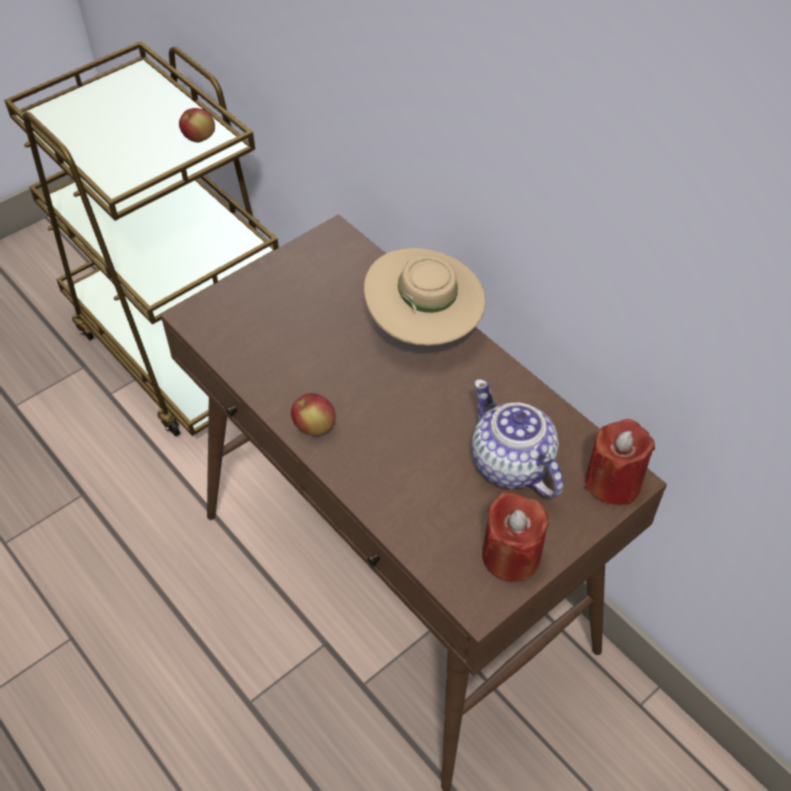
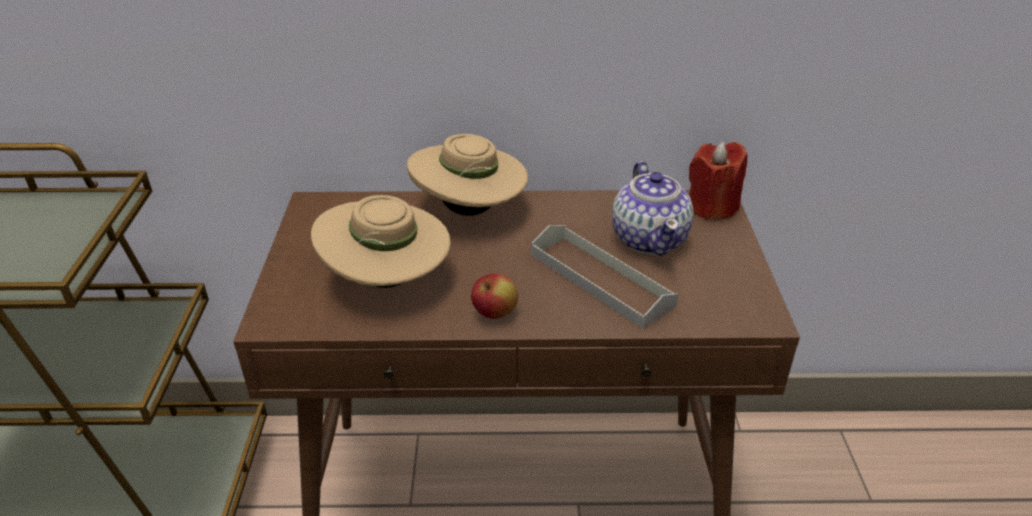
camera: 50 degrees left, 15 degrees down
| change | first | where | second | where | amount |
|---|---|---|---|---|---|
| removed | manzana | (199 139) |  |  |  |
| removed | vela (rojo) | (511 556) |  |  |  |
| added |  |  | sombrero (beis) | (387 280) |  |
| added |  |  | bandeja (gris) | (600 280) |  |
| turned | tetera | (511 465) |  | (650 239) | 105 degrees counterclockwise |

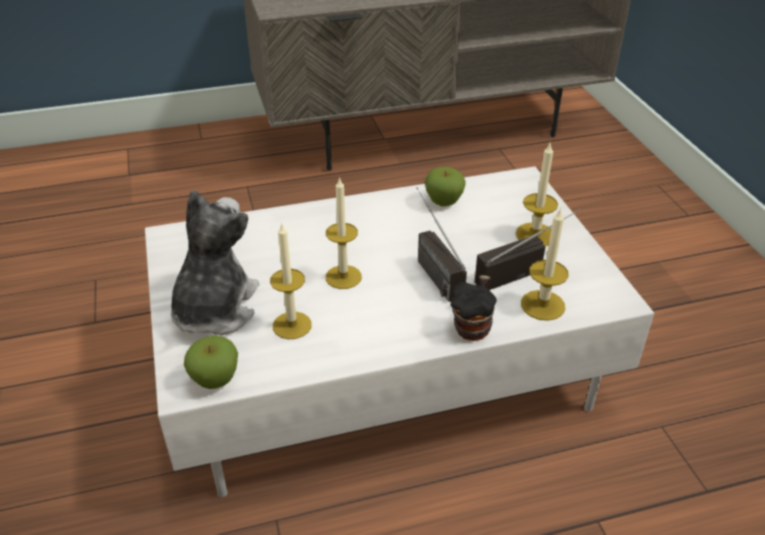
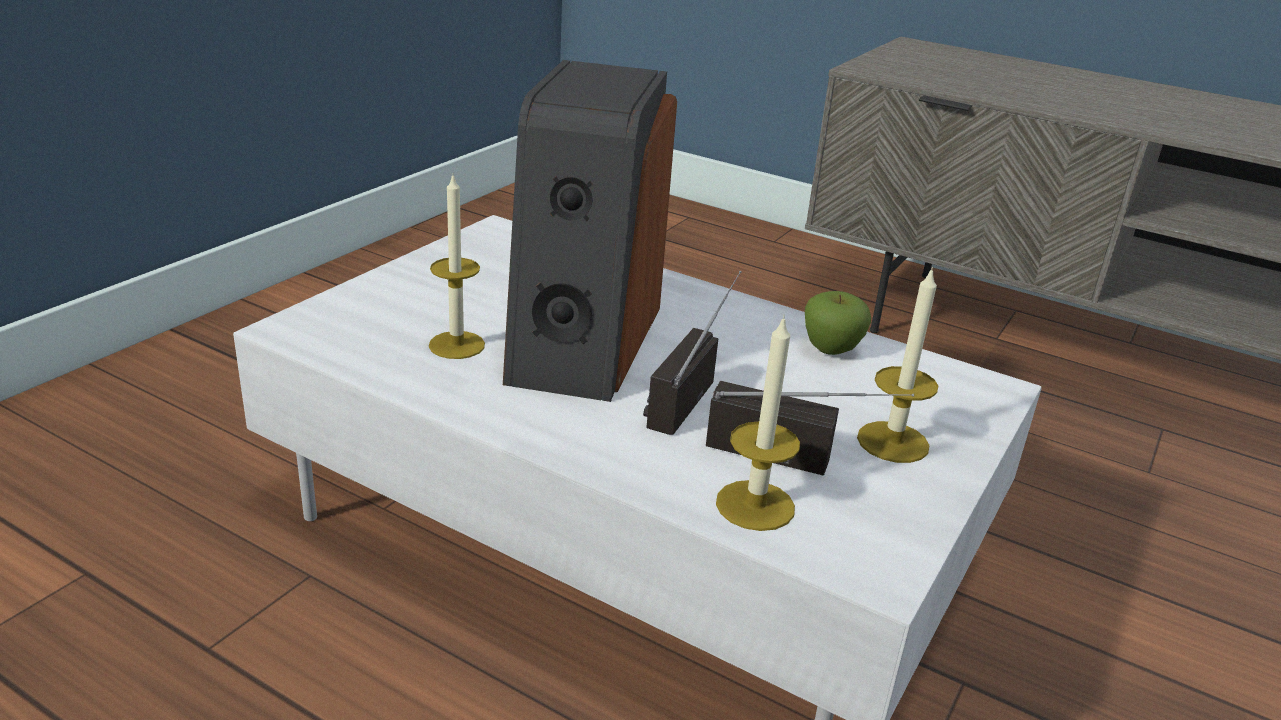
camera: 45 degrees right, 10 degrees down
| change | first | where | second | where | amount |
|---|---|---|---|---|---|
| removed | peluche | (214 309) |  |  |  |
| removed | manzana | (215 380) |  |  |  |
| removed | taza grande | (474 325) |  |  |  |
| replaced | vela | (343 277) | altavoz | (582 342) |  |

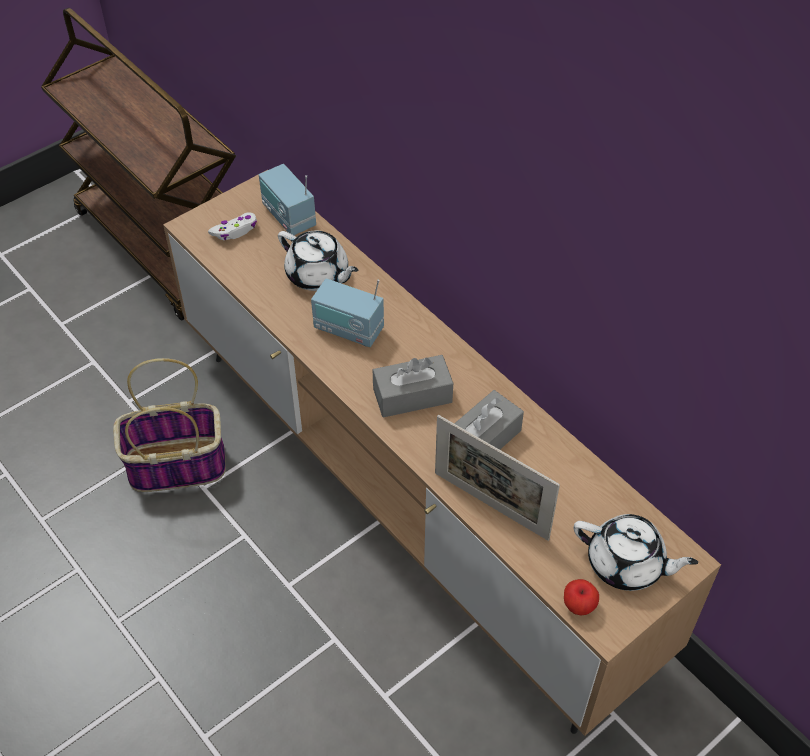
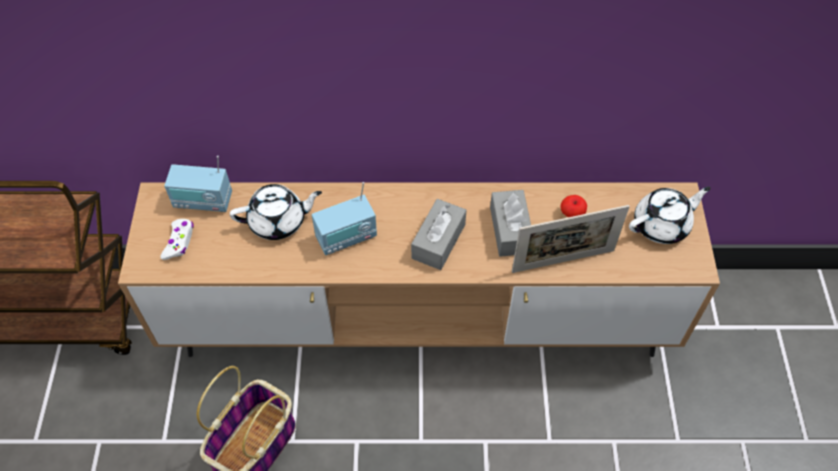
camera: 50 degrees left, 5 degrees up
| change | first | where | second | where | amount |
|---|---|---|---|---|---|
| moved | manzana | (579 605) |  | (572 214) |  |

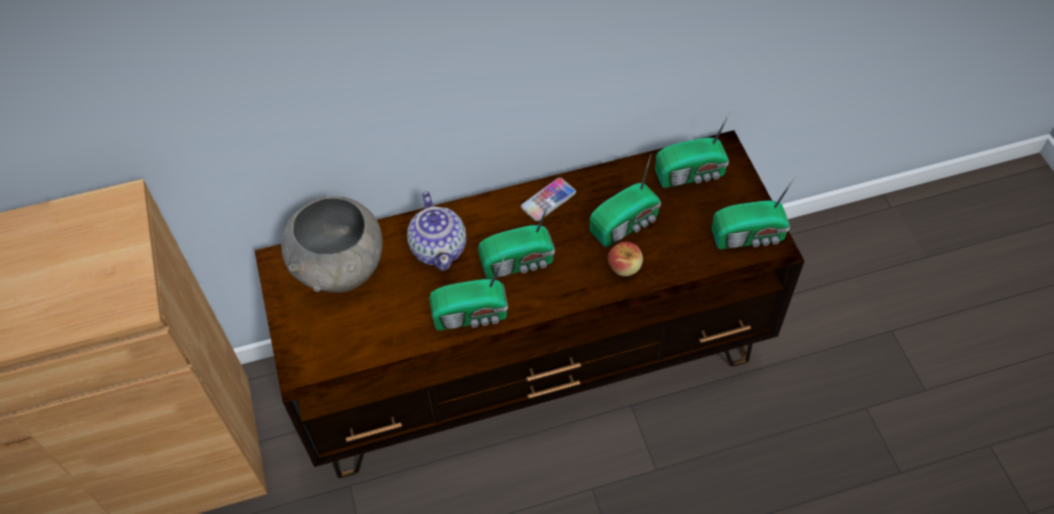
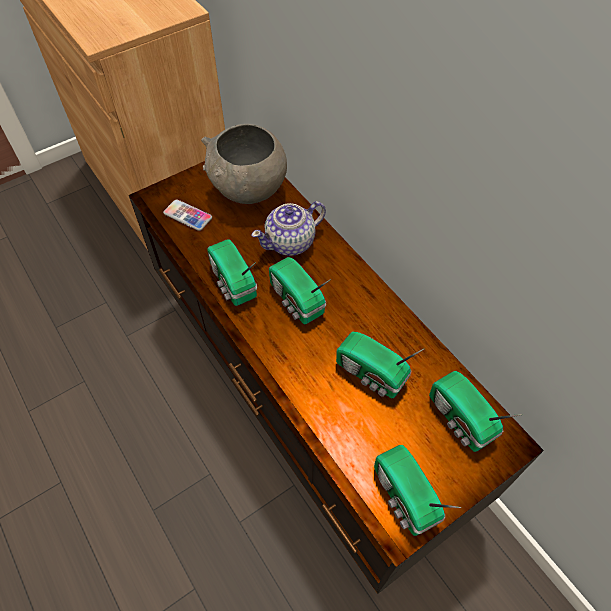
camera: 70 degrees right, 0 degrees up
| change | first | where | second | where | amount |
|---|---|---|---|---|---|
| removed | manzana | (625 267) |  |  |  |
| moved | móvil | (548 200) |  | (188 216) |  |

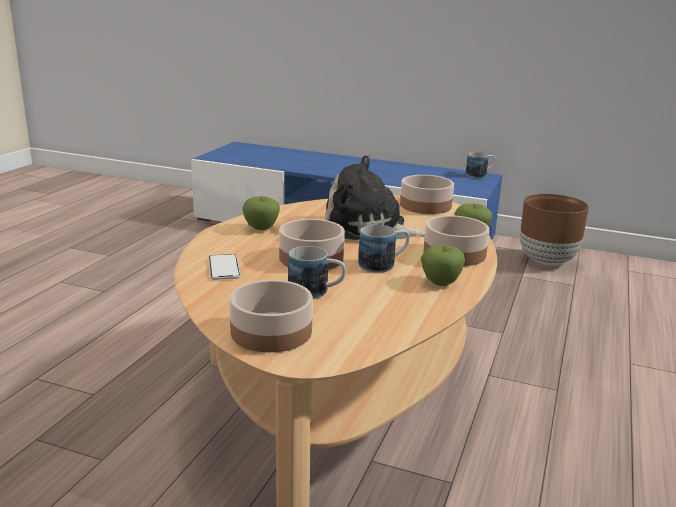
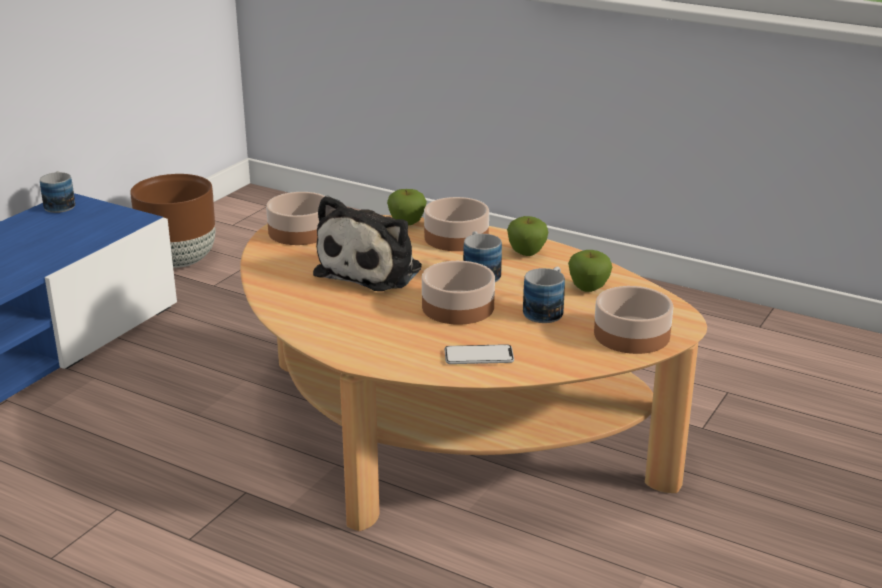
camera: 80 degrees left, 5 degrees up
| change | first | where | second | where | amount |
|---|---|---|---|---|---|
| moved | manzana | (261 228) |  | (588 288) |  |

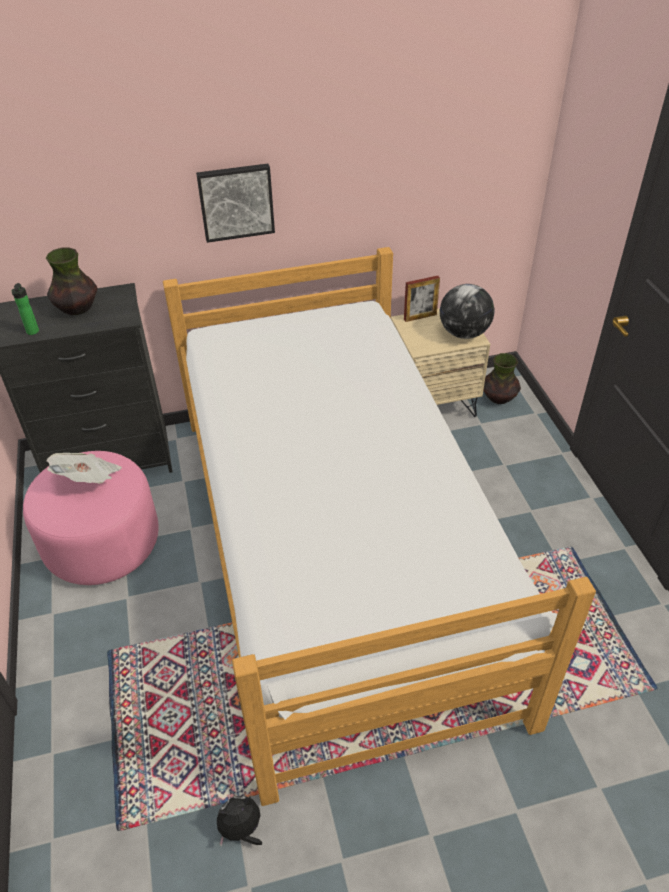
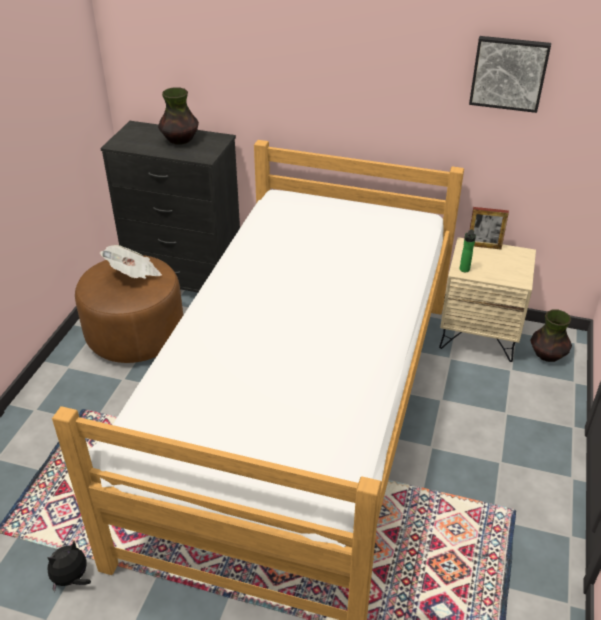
camera: 30 degrees right, 5 degrees down
| change | first | where | second | where | amount |
|---|---|---|---|---|---|
| removed | globo terráqueo | (464 333) |  |  |  |
| moved | botella | (32 332) |  | (464 270) |  |
| moved | cuadro | (236 201) |  | (509 73) |  |
| recoloured | puf (rosa) | (102 543) | puf (marrón) | (135 335) |  |
| turned | peluche | (241 830) |  | (72 579) | 45 degrees counterclockwise |

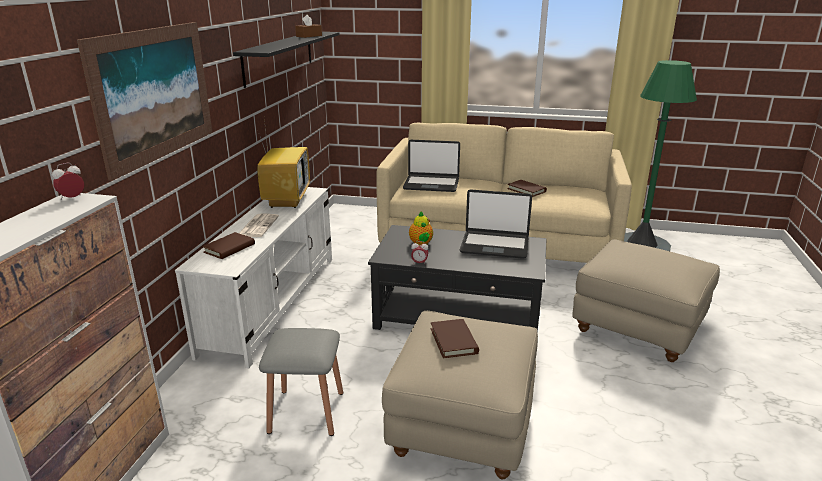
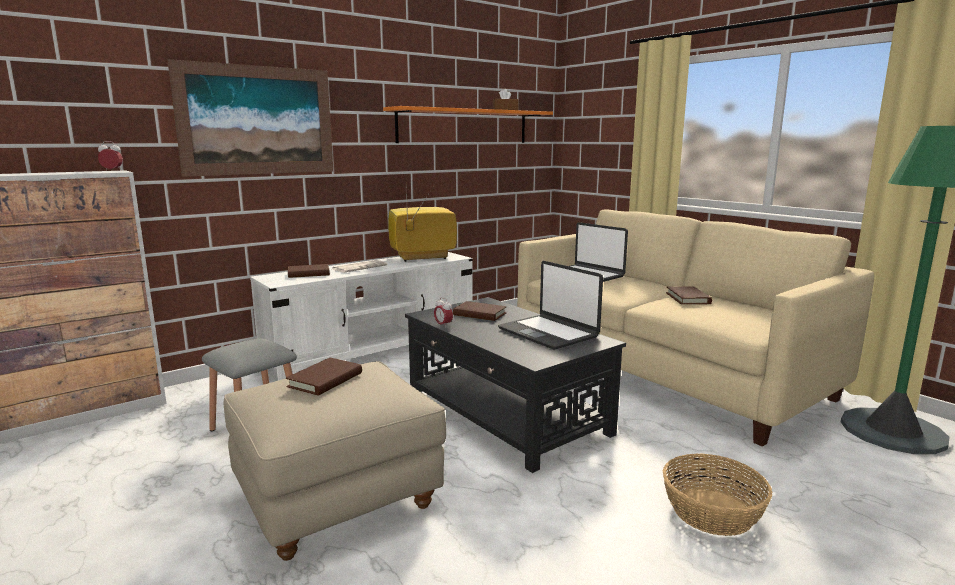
camera: 40 degrees right, 10 degrees down
| change | first | where | second | where | amount |
|---|---|---|---|---|---|
| replaced | tetera | (421 244) | libro (marrón) | (479 314) |  |
| replaced | puf (beis) | (638 328) | cesta | (713 512) |  |
| recoloured | estante (negro) | (279 57) | estante (naranja) | (464 126) |  |
| turned | televisor | (286 199) |  | (421 258) | 150 degrees counterclockwise |

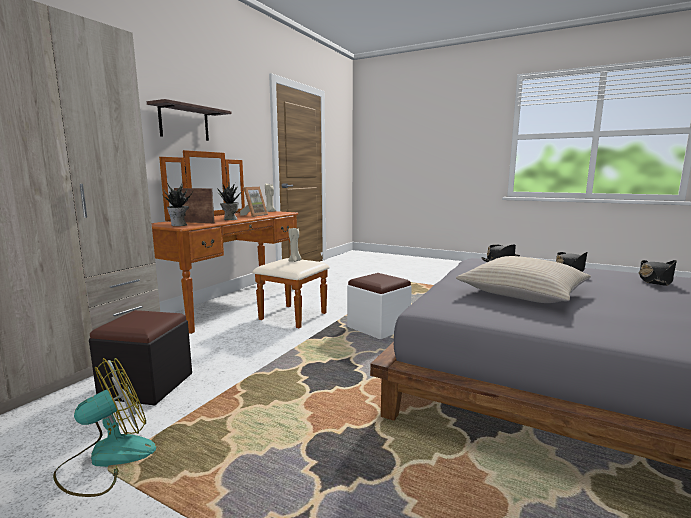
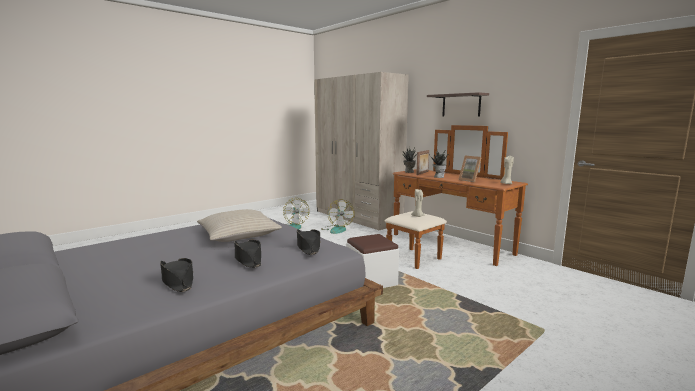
camera: 110 degrees right, 0 degrees up
| change | first | where | second | where | amount |
|---|---|---|---|---|---|
| replaced | puf (negro) | (147 385) | ventilador | (337 229) |  |

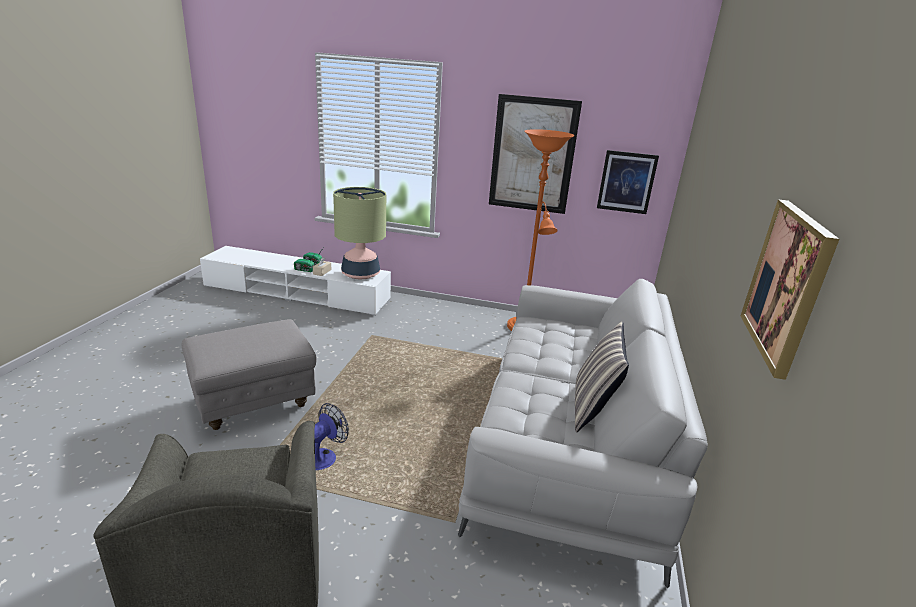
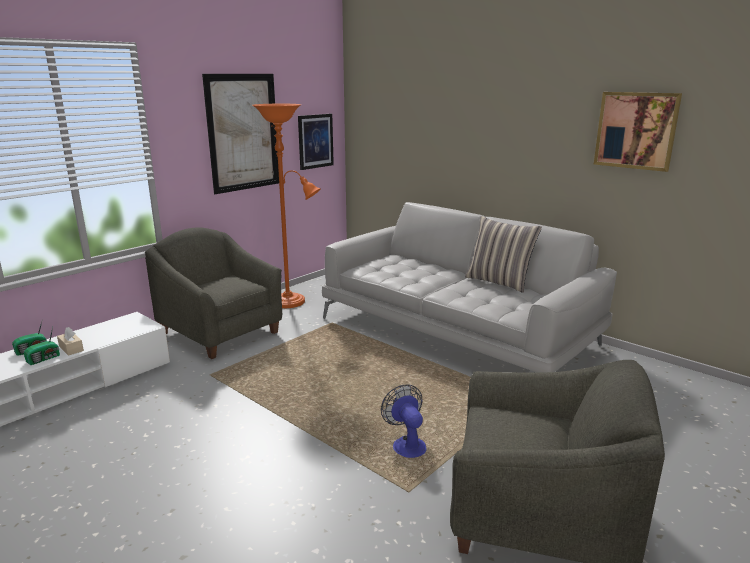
camera: 60 degrees left, 5 degrees down
| change | first | where | second | where | amount |
|---|---|---|---|---|---|
| removed | puf (gris) | (254 402) |  |  |  |
| removed | lámpara de mesa | (361 274) |  |  |  |
| added |  |  | sillón (gris) | (221 333) |  |

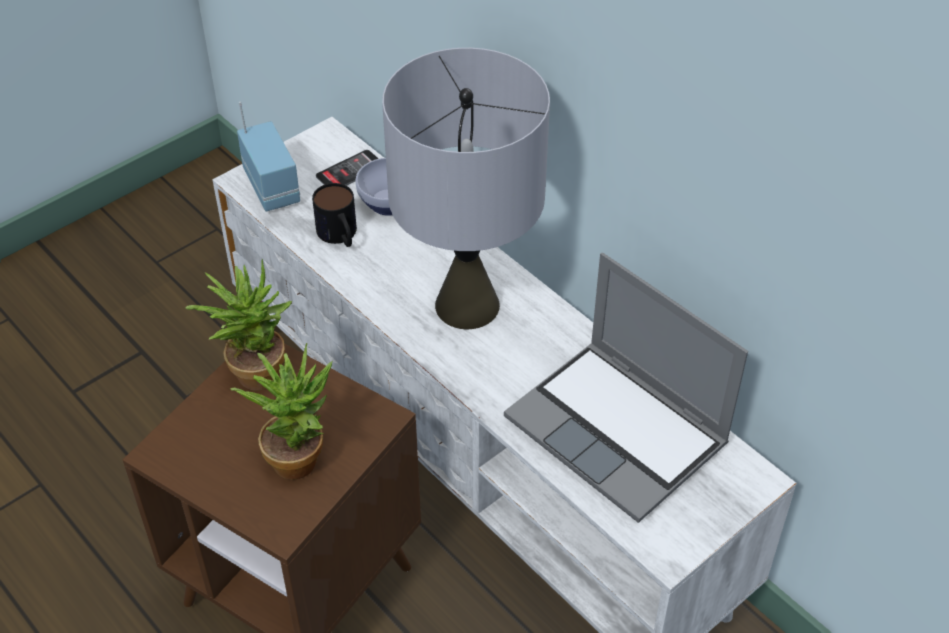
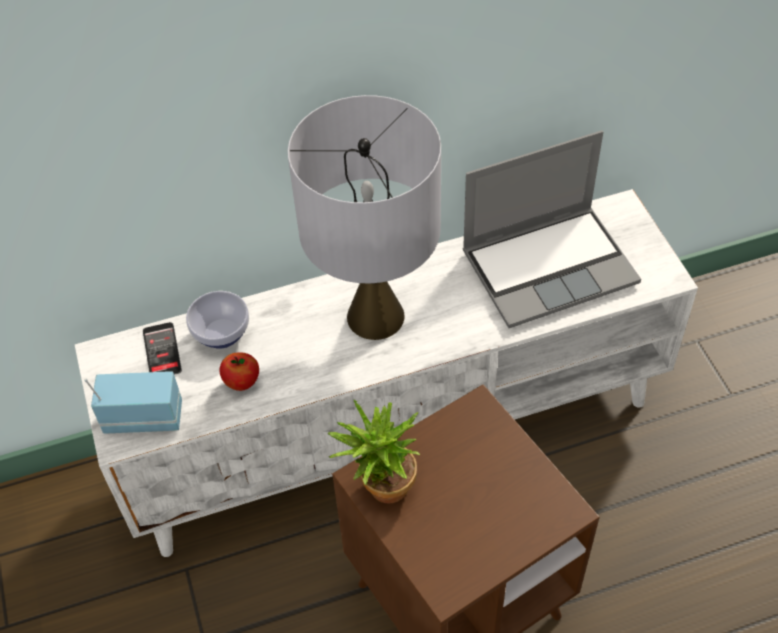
camera: 65 degrees left, 5 degrees up
| change | first | where | second | where | amount |
|---|---|---|---|---|---|
| removed | planta en maceta | (298 454) |  |  |  |
| replaced | taza grande | (340 236) | manzana | (242 382) |  |

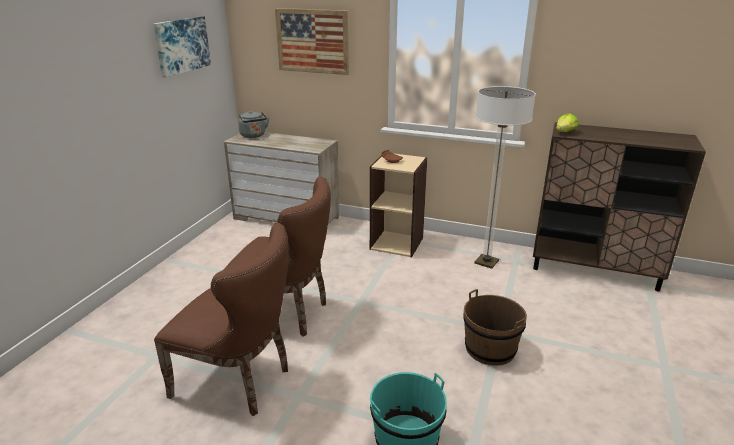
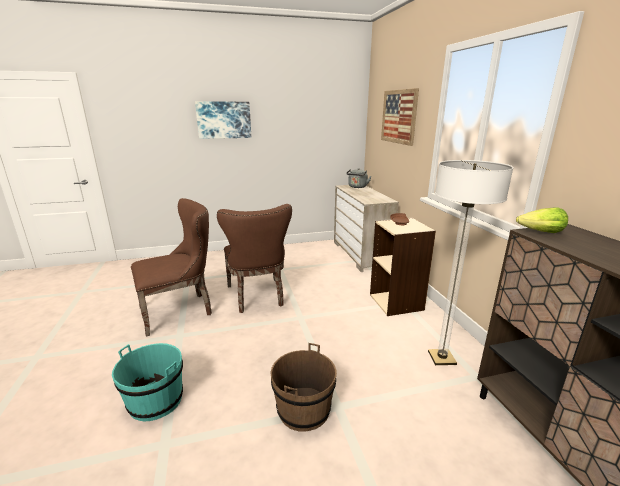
camera: 55 degrees right, 5 degrees down
| change | first | where | second | where | amount |
|---|---|---|---|---|---|
| moved | cuadro | (181 45) |  | (224 120) |  |
| turned | silla (marrón) | (239 381) |  | (181 310) | 105 degrees counterclockwise |

